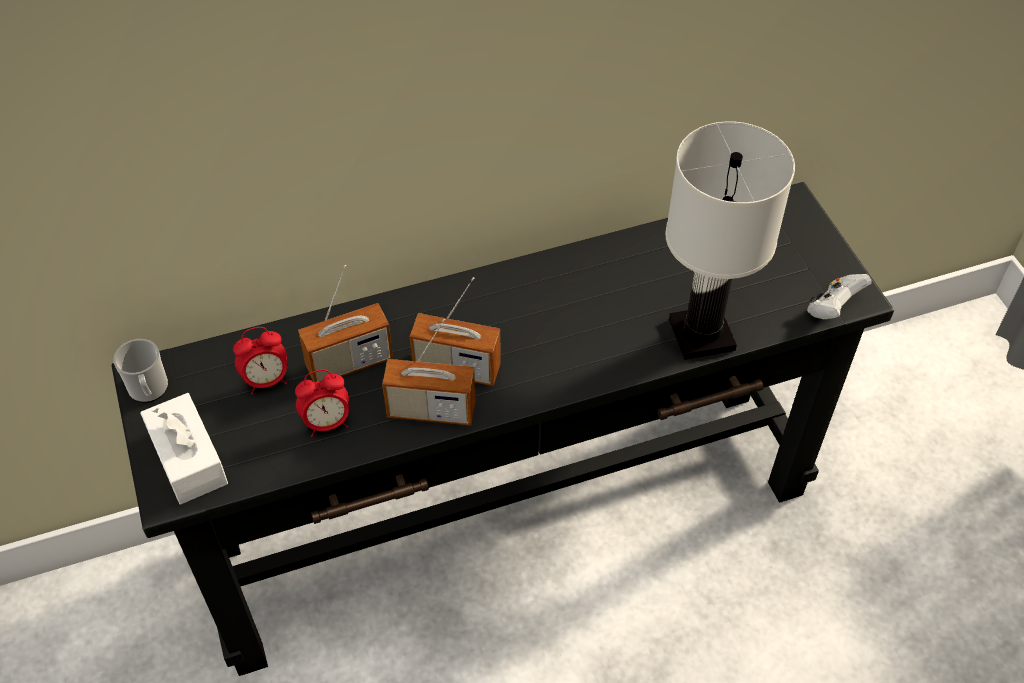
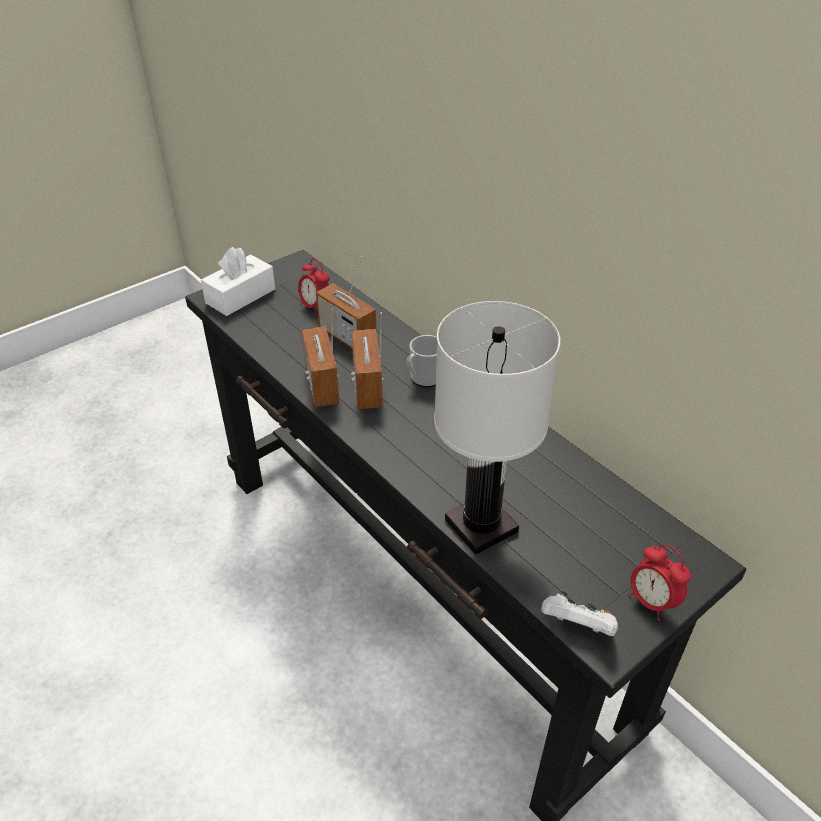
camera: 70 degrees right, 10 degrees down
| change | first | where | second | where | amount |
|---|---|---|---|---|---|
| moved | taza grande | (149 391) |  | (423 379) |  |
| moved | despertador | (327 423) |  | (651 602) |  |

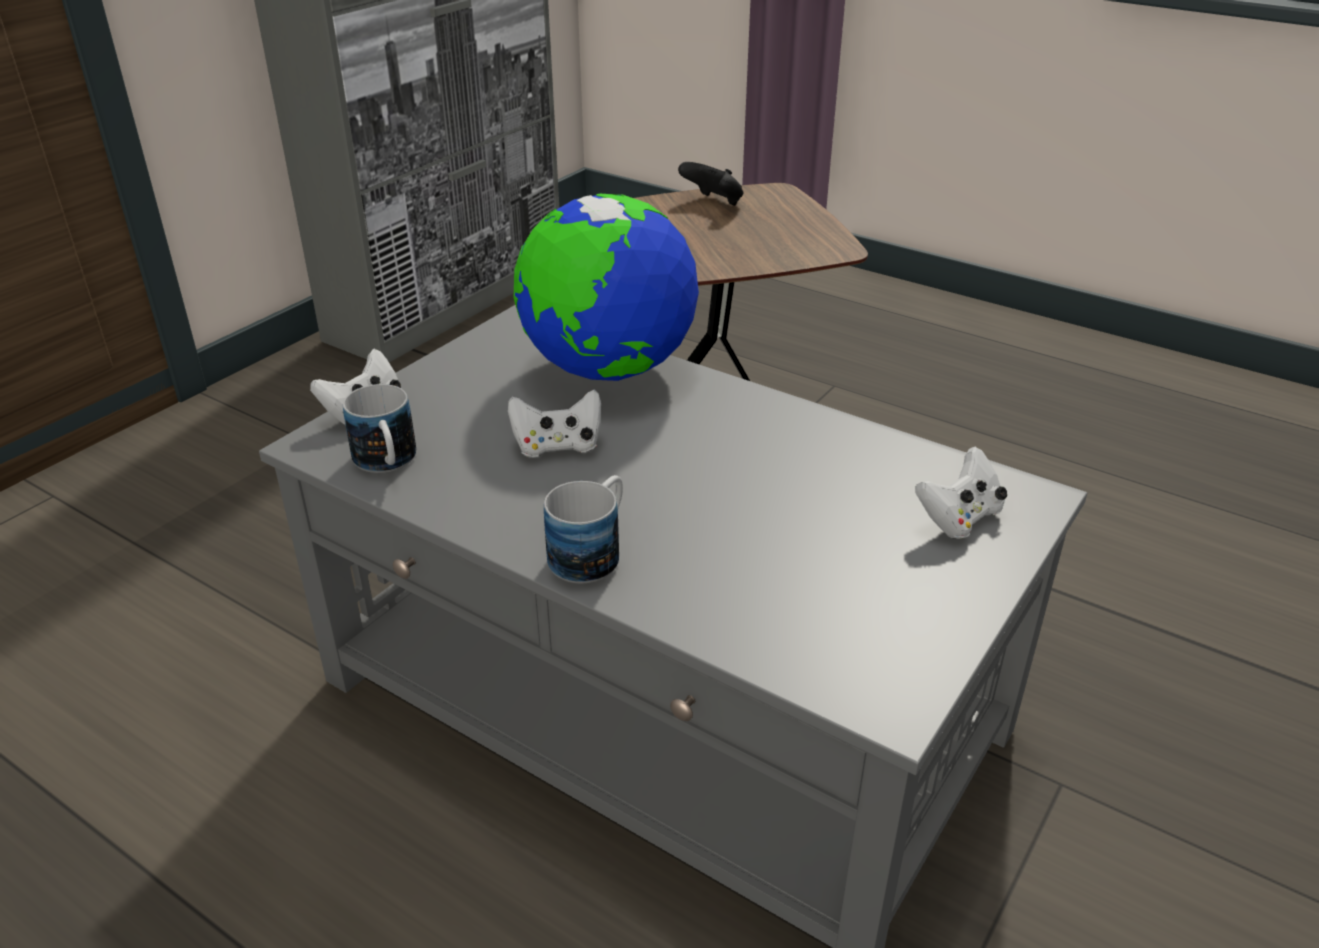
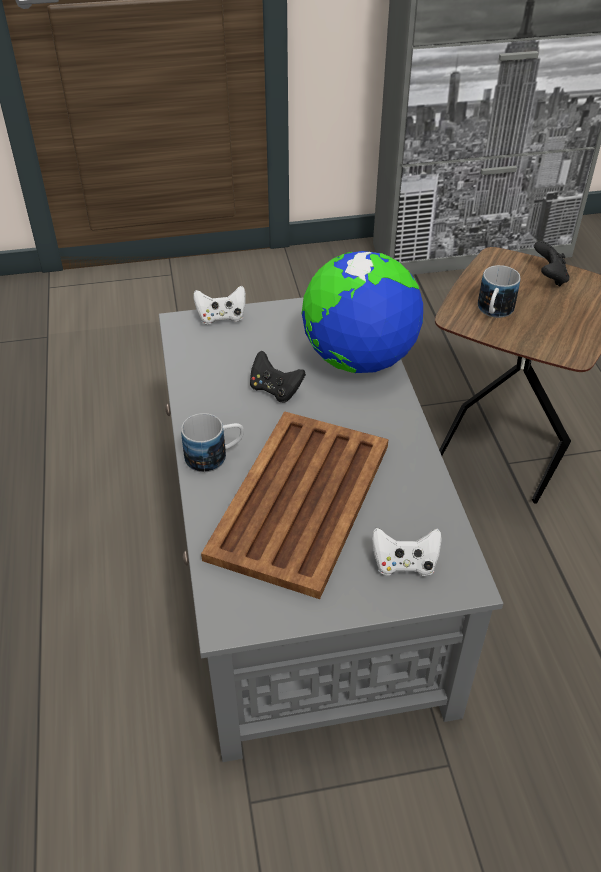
camera: 45 degrees right, 10 degrees up
| change | first | where | second | where | amount |
|---|---|---|---|---|---|
| added |  |  | bandeja (marrón) | (299 502) |  |
| moved | taza grande | (387 464) |  | (493 312) |  |
| recoloured | mando de consola (blanco) | (557 446) | mando de consola (negro) | (275 390) |  |

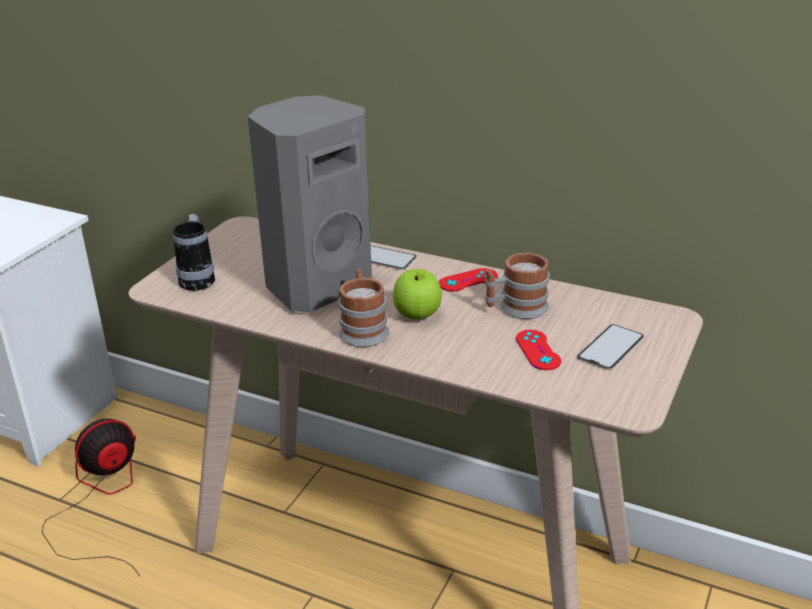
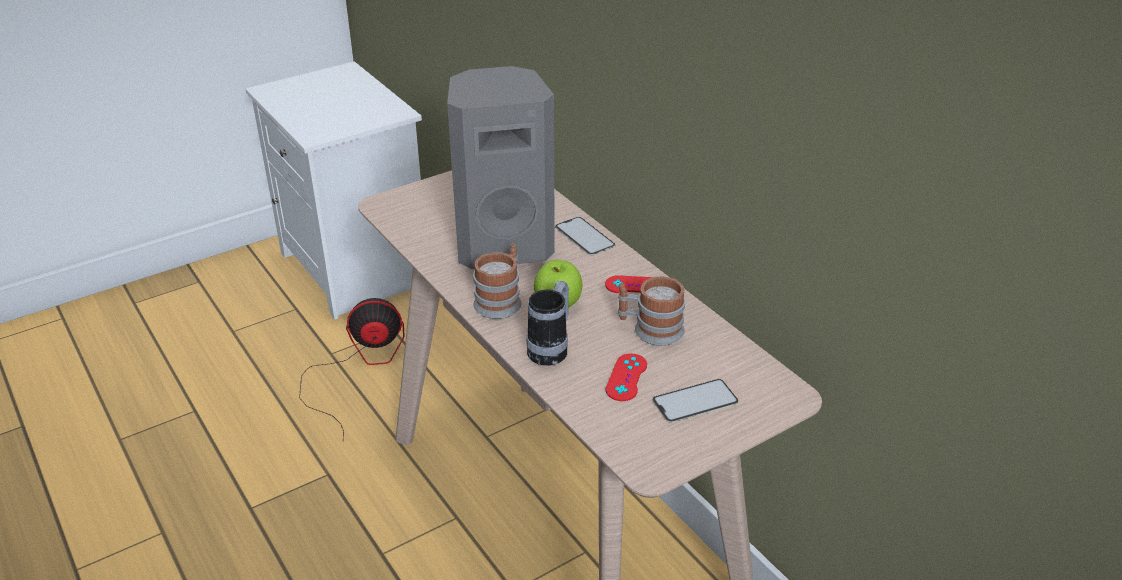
camera: 30 degrees right, 5 degrees up
| change | first | where | second | where | amount |
|---|---|---|---|---|---|
| moved | taza grande | (198 278) |  | (551 349) |  |

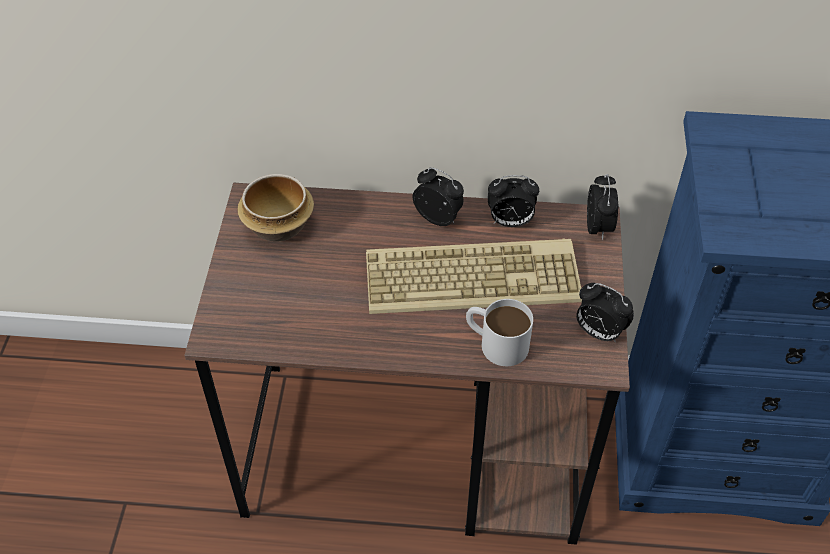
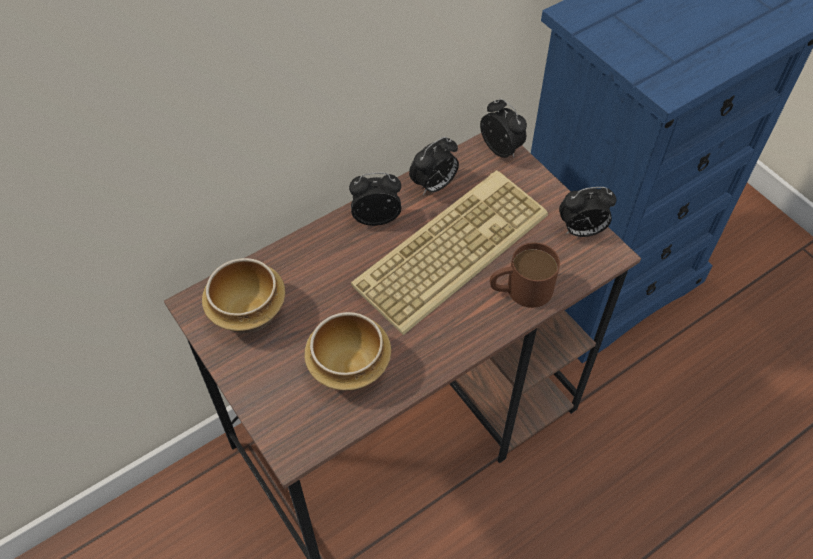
camera: 40 degrees left, 5 degrees up
| change | first | where | second | where | amount |
|---|---|---|---|---|---|
| added |  |  | cuenco | (350 369) |  |
| recoloured | taza grande (blanco) | (496 342) | taza grande (marrón) | (520 289) |  |

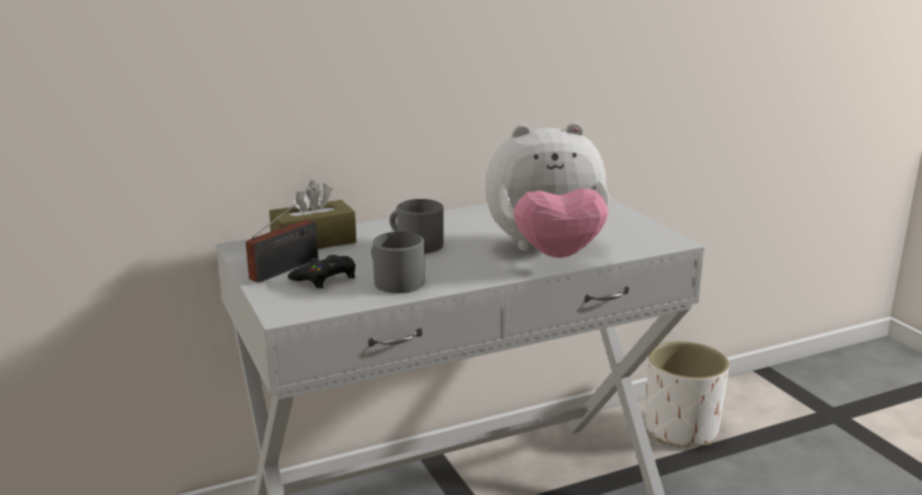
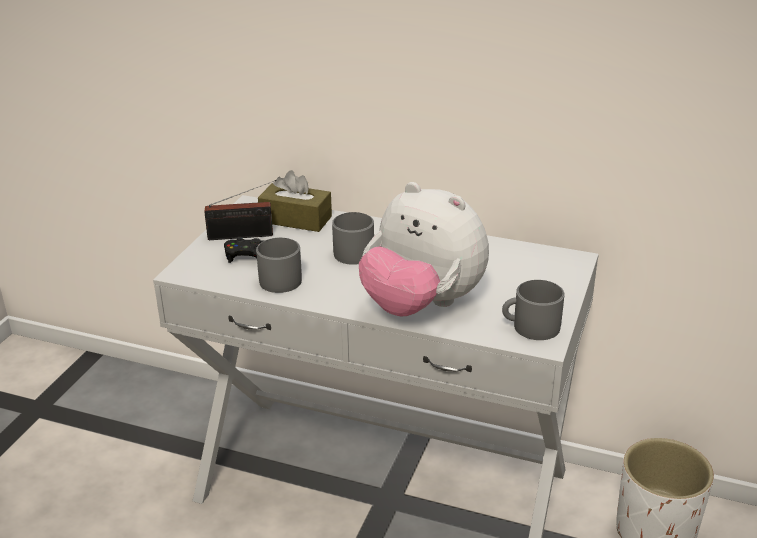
camera: 45 degrees right, 10 degrees up
| change | first | where | second | where | amount |
|---|---|---|---|---|---|
| added |  |  | taza grande (gris) | (530 327) |  |

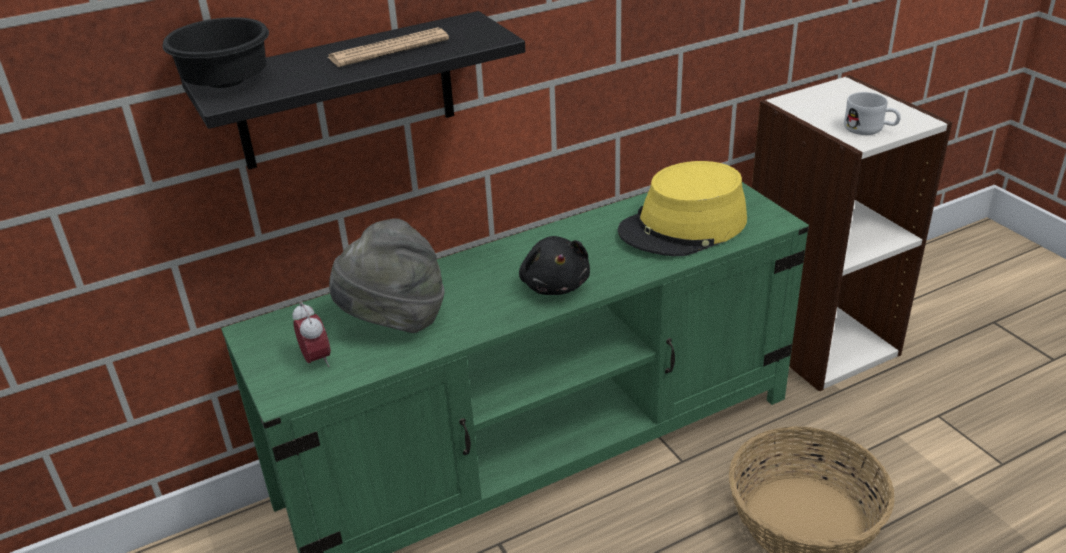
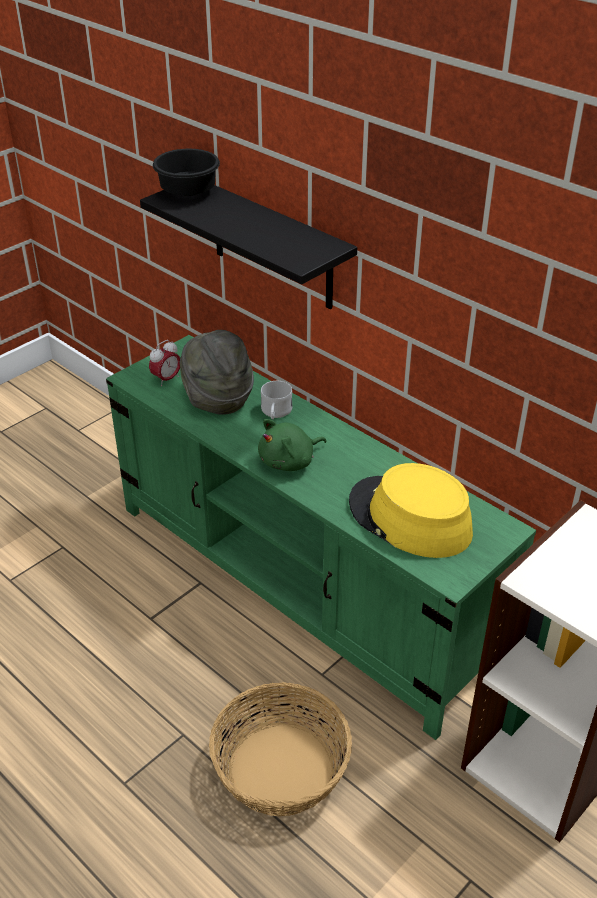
camera: 70 degrees right, 5 degrees up
| change | first | where | second | where | amount |
|---|---|---|---|---|---|
| removed | periódico | (389 49) |  |  |  |
| moved | taza grande (blanco) | (870 129) |  | (275 413) |  |
| recoloured | peluche (negro) | (555 284) | peluche (verde) | (289 461) |  |

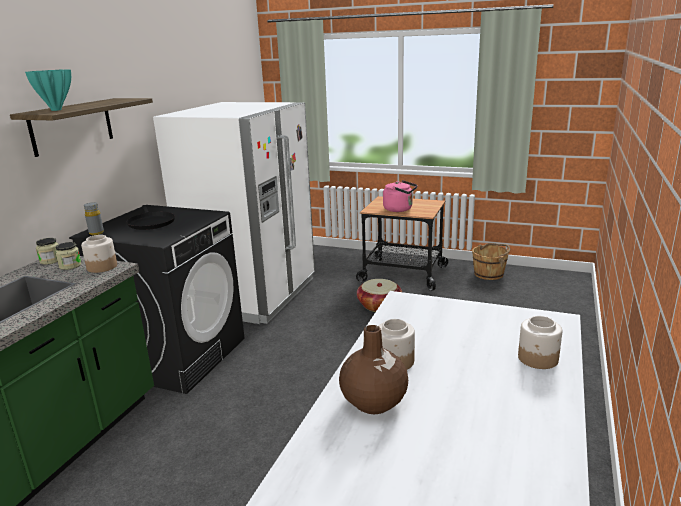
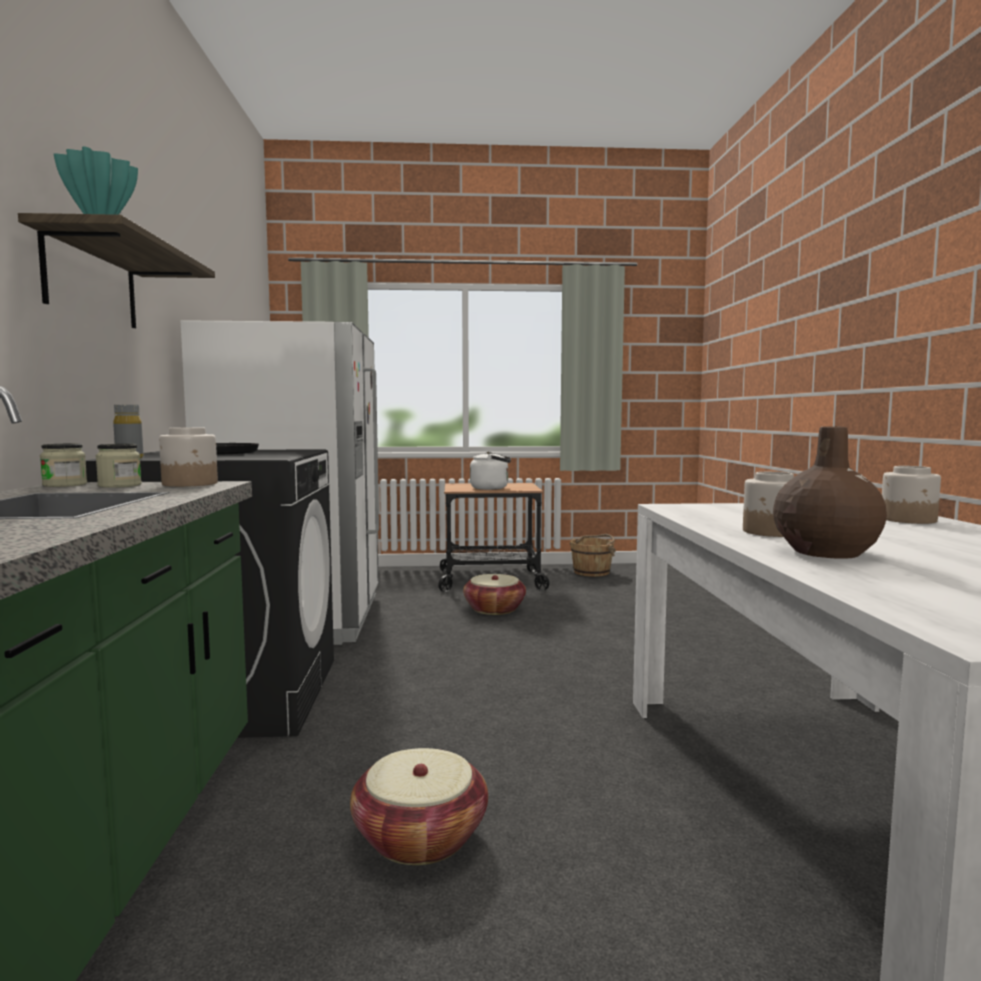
camera: 25 degrees left, 15 degrees down
| change | first | where | second | where | amount |
|---|---|---|---|---|---|
| added |  |  | cesta | (420 836) |  |
| recoloured | hervidor (rosa) | (400 209) | hervidor (blanco) | (492 488) |  |

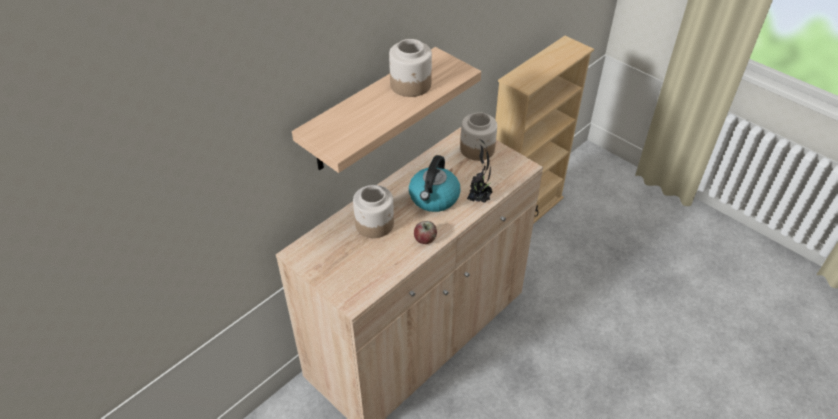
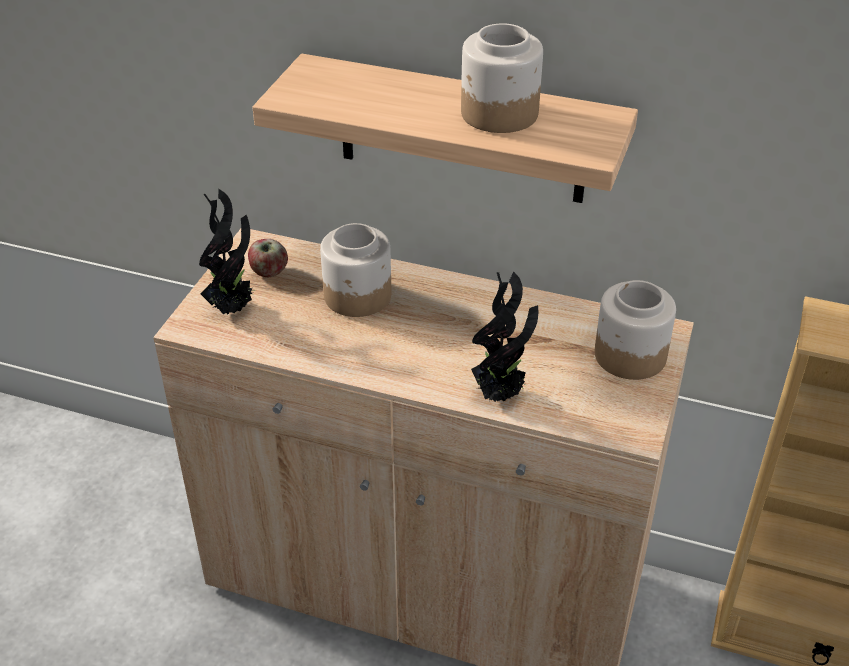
camera: 65 degrees right, 5 degrees down
| change | first | where | second | where | amount |
|---|---|---|---|---|---|
| removed | hervidor | (434 198) |  |  |  |
| added |  |  | planta en maceta | (233 308) |  |
| moved | manzana | (425 239) |  | (269 272) |  |

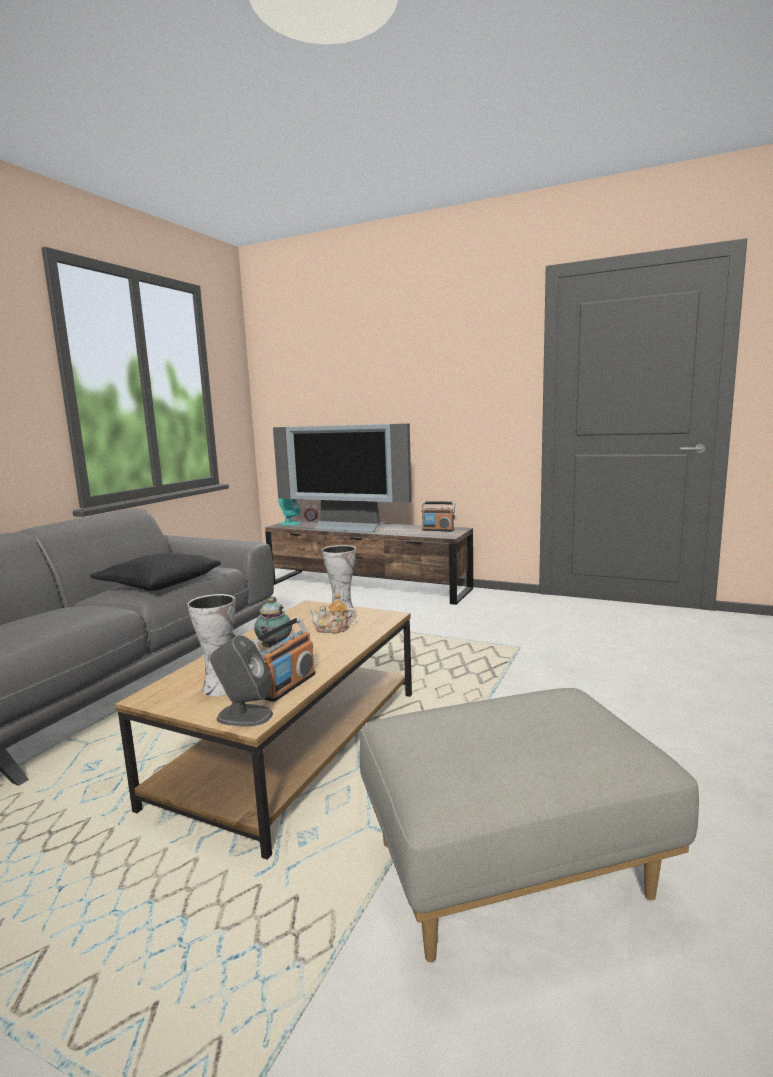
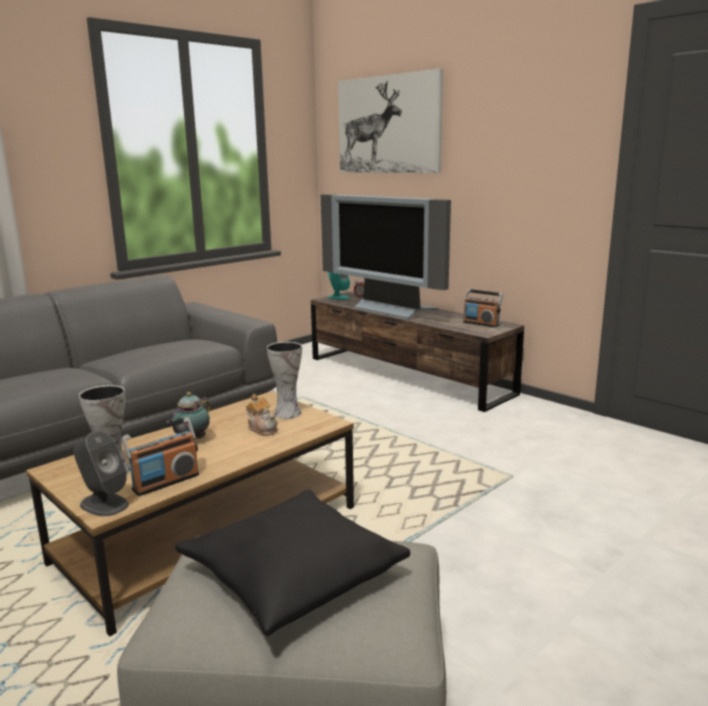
camera: 20 degrees right, 5 degrees up
| change | first | where | second | where | amount |
|---|---|---|---|---|---|
| added |  |  | cuadro | (388 125) |  |
| moved | cojín (negro) | (159 582) |  | (292 572) |  |
| turned | tetera | (333 629) |  | (262 429) | 150 degrees counterclockwise |

